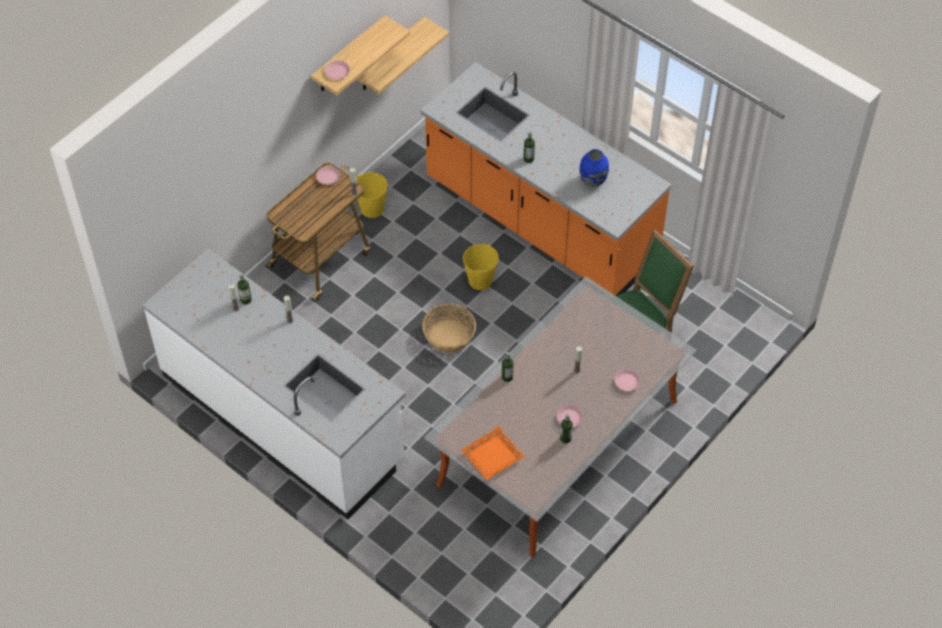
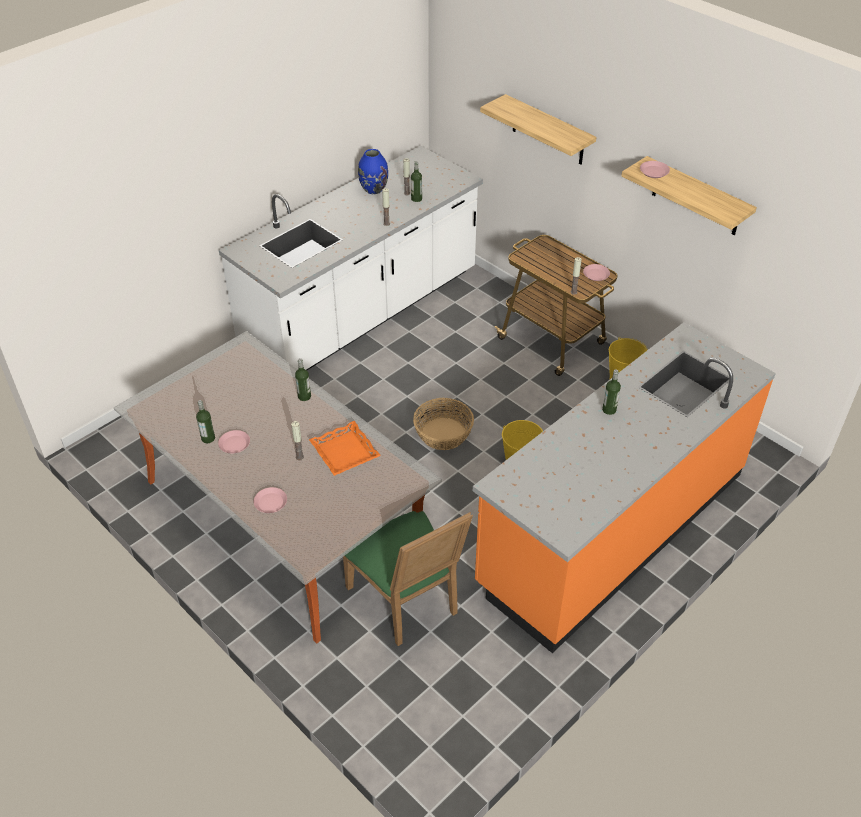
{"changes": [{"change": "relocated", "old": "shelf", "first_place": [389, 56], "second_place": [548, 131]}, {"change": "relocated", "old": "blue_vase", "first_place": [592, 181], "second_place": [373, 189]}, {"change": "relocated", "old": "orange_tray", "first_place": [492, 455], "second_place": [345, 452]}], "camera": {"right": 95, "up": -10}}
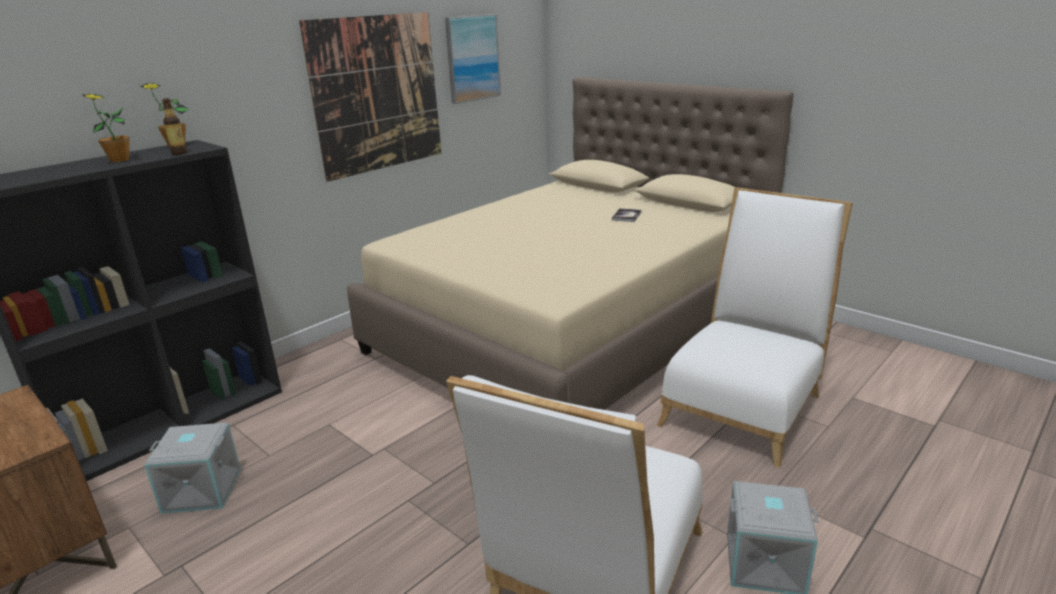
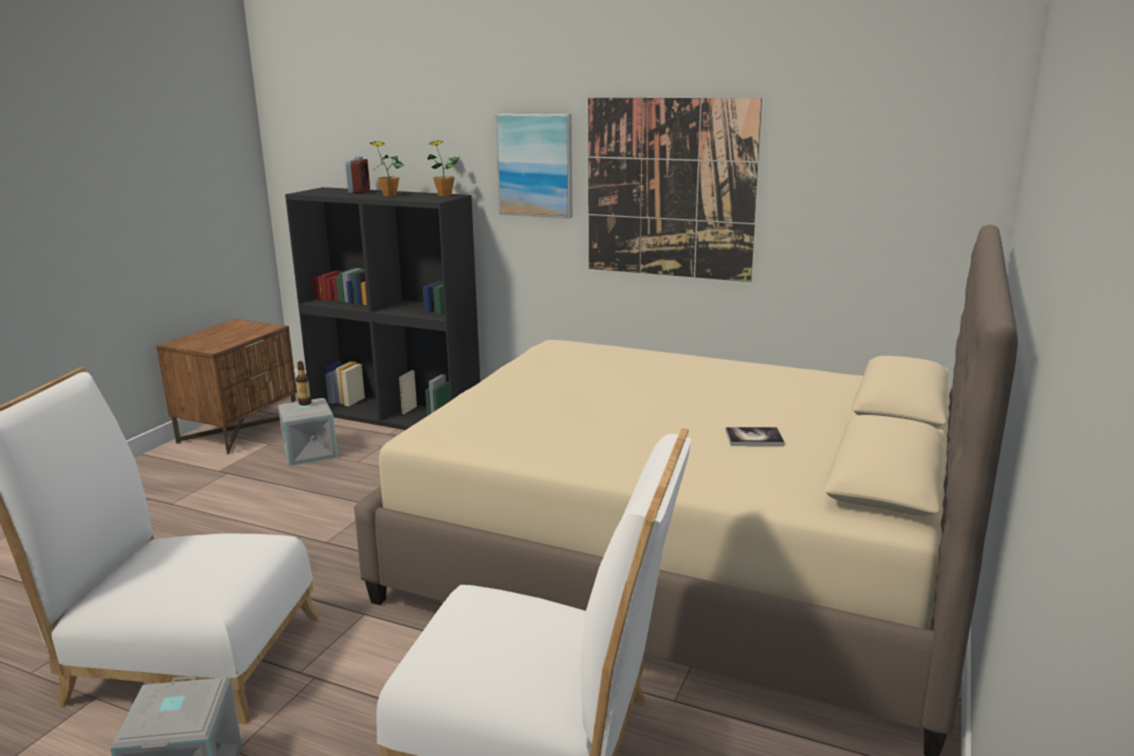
{"changes": [{"change": "relocated", "old": "picture", "first_place": [472, 58], "second_place": [535, 165]}, {"change": "relocated", "old": "bottle", "first_place": [179, 153], "second_place": [305, 403]}, {"change": "appeared", "new": "alarm_clock", "second_place": [359, 192]}], "camera": {"right": 70, "up": -5}}
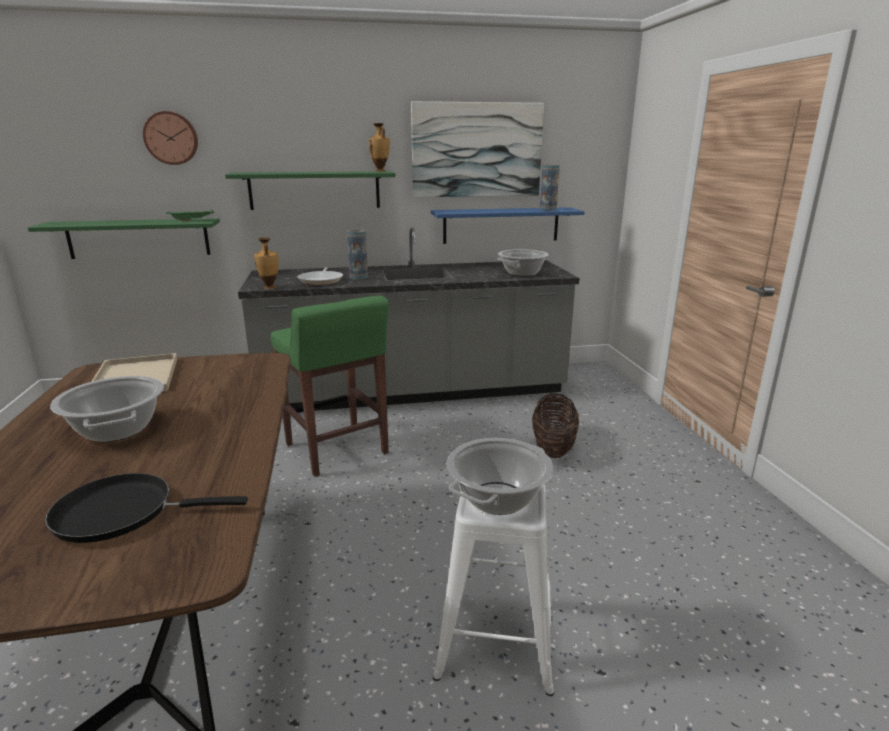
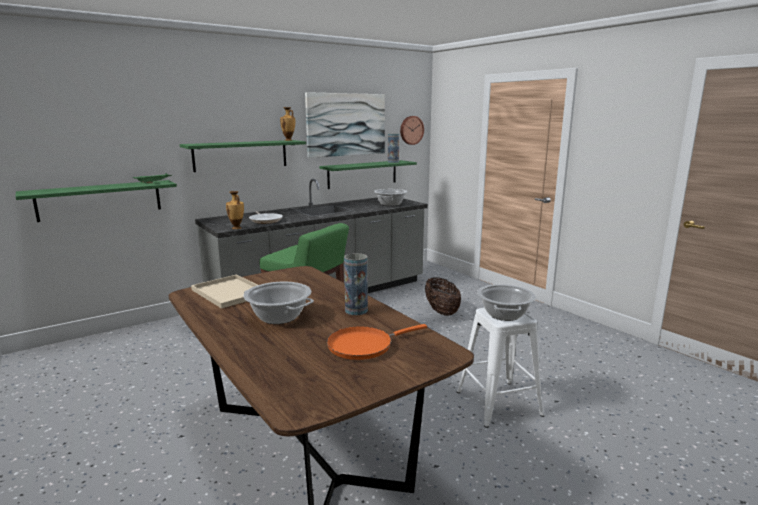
{"changes": [{"change": "relocated", "old": "wall_clock", "first_place": [171, 138], "second_place": [411, 130]}, {"change": "colour", "old": "blue_shelf", "new": "green_shelf", "first_place": [501, 225], "second_place": [362, 174]}, {"change": "relocated", "old": "vase", "first_place": [358, 277], "second_place": [356, 310]}, {"change": "colour", "old": "black_frying_pan", "new": "orange_frying_pan", "first_place": [122, 512], "second_place": [364, 345]}], "camera": {"right": -25, "up": -5}}
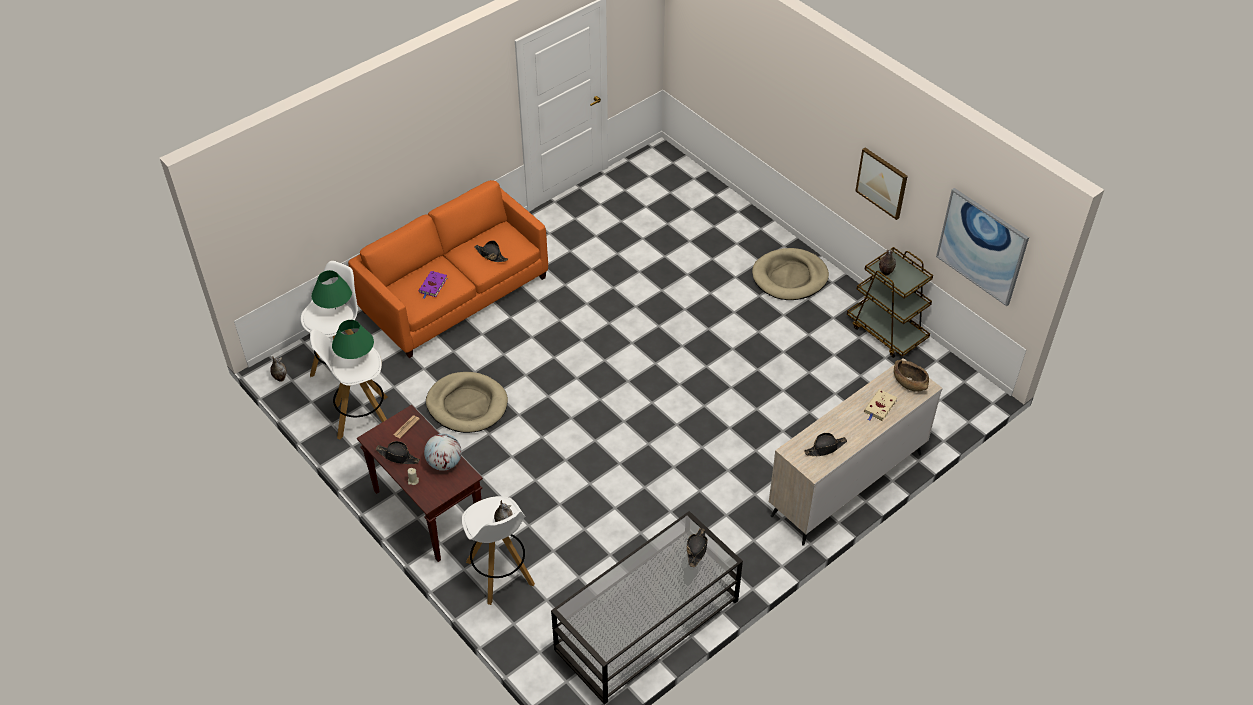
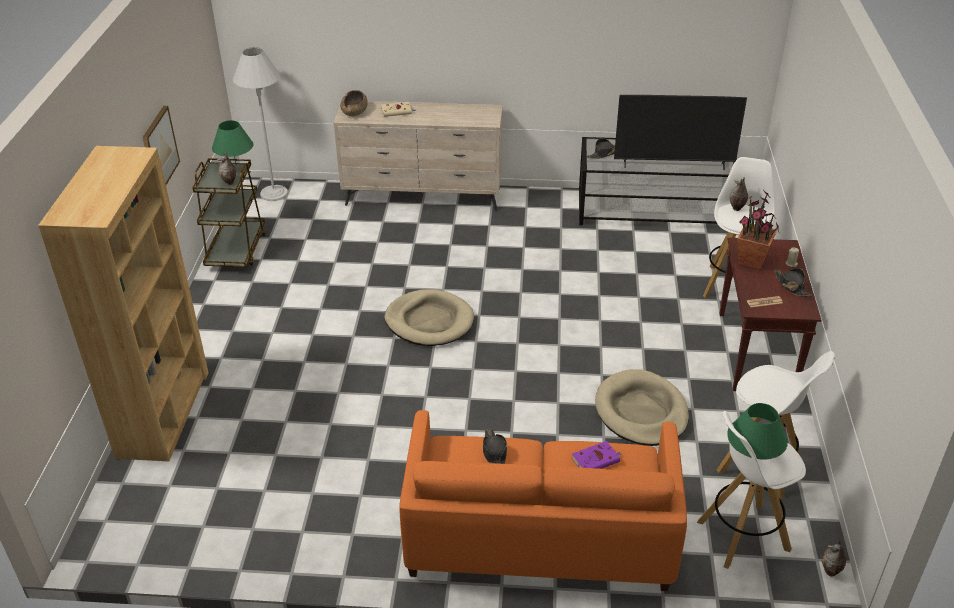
{"changes": [{"change": "missing", "old": "picture", "first_place": [982, 246]}, {"change": "relocated", "old": "beige_dog_bed", "first_place": [790, 277], "second_place": [429, 321]}, {"change": "relocated", "old": "green_table_lamp", "first_place": [356, 358], "second_place": [236, 165]}, {"change": "exchanged", "old": "globe", "new": "potted_plant", "first_place": [444, 463], "second_place": [752, 261]}, {"change": "missing", "old": "black_hat", "first_place": [825, 448]}, {"change": "appeared", "new": "white_floor_lamp", "second_place": [274, 193]}, {"change": "appeared", "new": "television", "second_place": [673, 165]}, {"change": "appeared", "new": "brown_bookcase", "second_place": [164, 413]}], "camera": {"right": -135, "up": -10}}
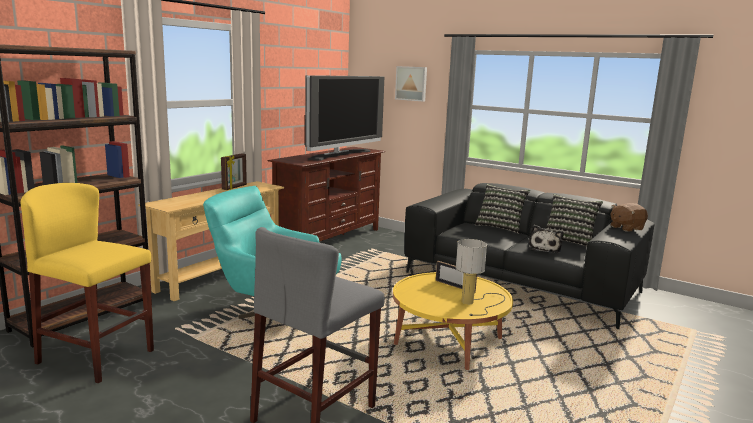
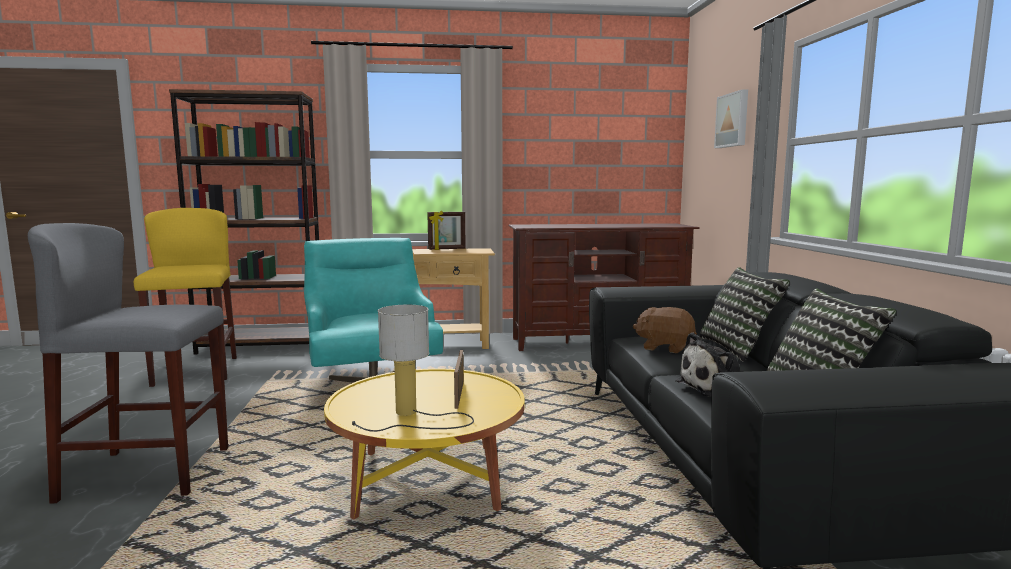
{"changes": [{"change": "missing", "old": "television", "first_place": [341, 155]}, {"change": "relocated", "old": "brown_plush_toy", "first_place": [626, 228], "second_place": [664, 347]}], "camera": {"right": 50, "up": -5}}
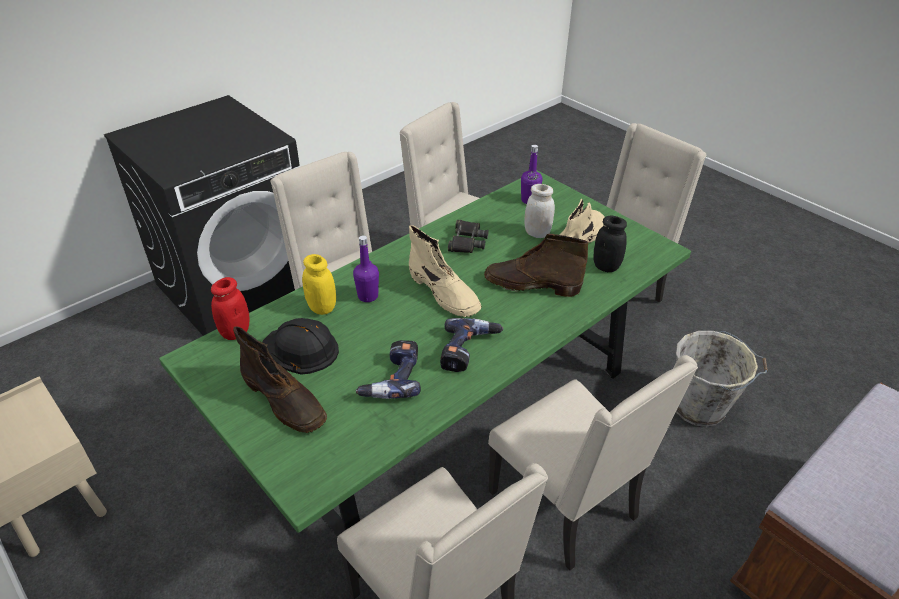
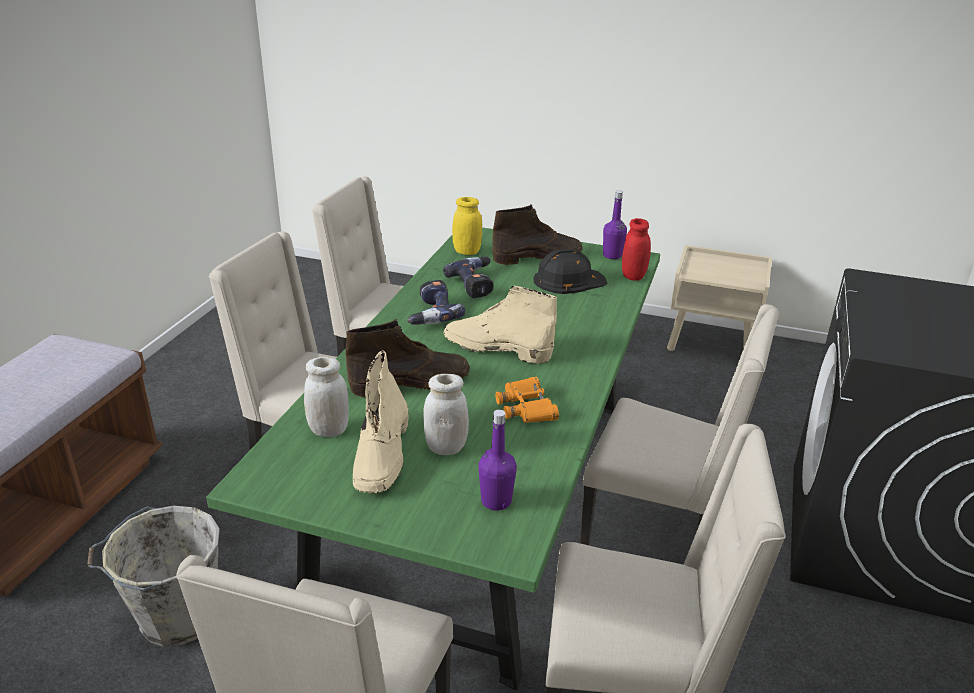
{"changes": [{"change": "colour", "old": "black_jar", "new": "white_jar", "first_place": [606, 266], "second_place": [329, 430]}, {"change": "colour", "old": "black_binoculars", "new": "orange_binoculars", "first_place": [467, 241], "second_place": [526, 407]}, {"change": "relocated", "old": "purple_bottle", "first_place": [368, 296], "second_place": [612, 255]}, {"change": "relocated", "old": "yellow_jar", "first_place": [322, 308], "second_place": [467, 252]}, {"change": "spun", "old": "brown_boot", "first_place": [285, 401], "second_place": [538, 257], "degrees": 150}], "camera": {"right": 150, "up": -10}}
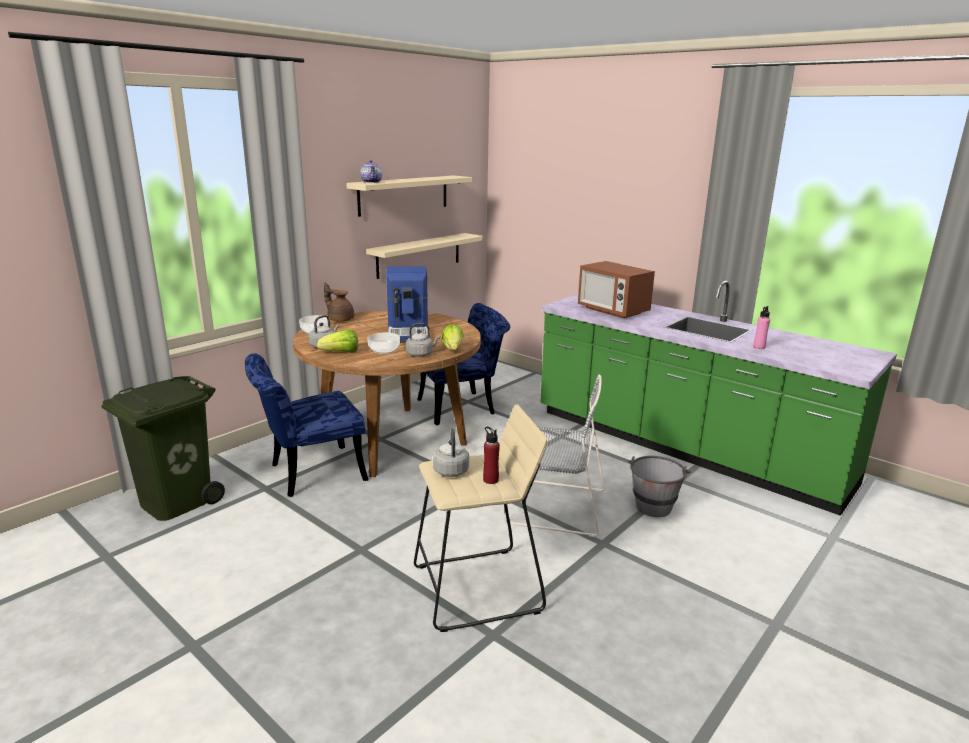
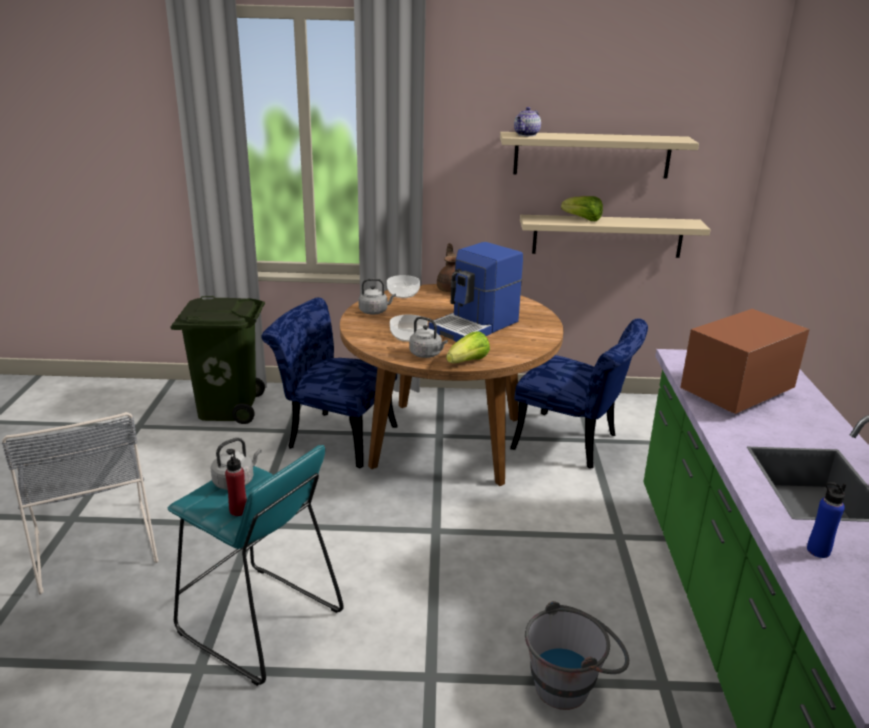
{"changes": [{"change": "spun", "old": "microwave", "first_place": [612, 311], "second_place": [735, 393], "degrees": 45}, {"change": "colour", "old": "pink_bottle", "new": "blue_bottle", "first_place": [759, 347], "second_place": [818, 550]}, {"change": "relocated", "old": "lettuce", "first_place": [341, 353], "second_place": [582, 219]}, {"change": "relocated", "old": "grey_chair", "first_place": [552, 506], "second_place": [94, 543]}, {"change": "colour", "old": "beige_stool", "new": "turquoise_stool", "first_place": [477, 589], "second_place": [259, 623]}], "camera": {"right": 50, "up": 5}}
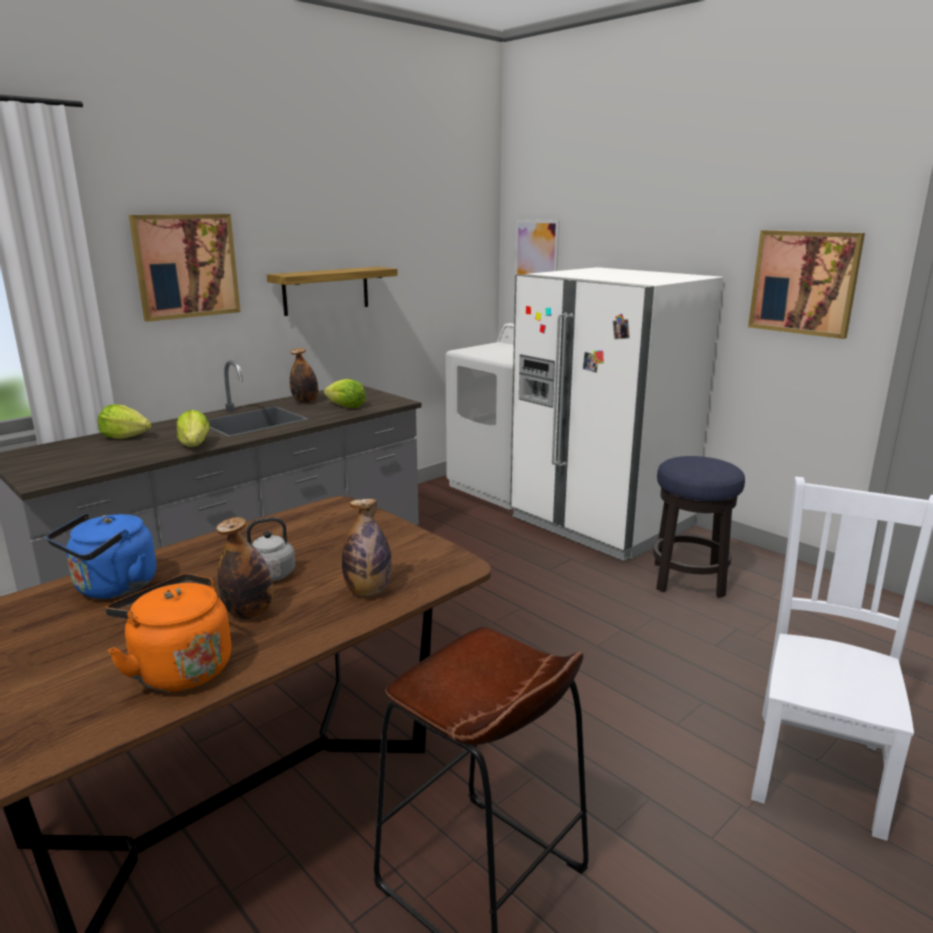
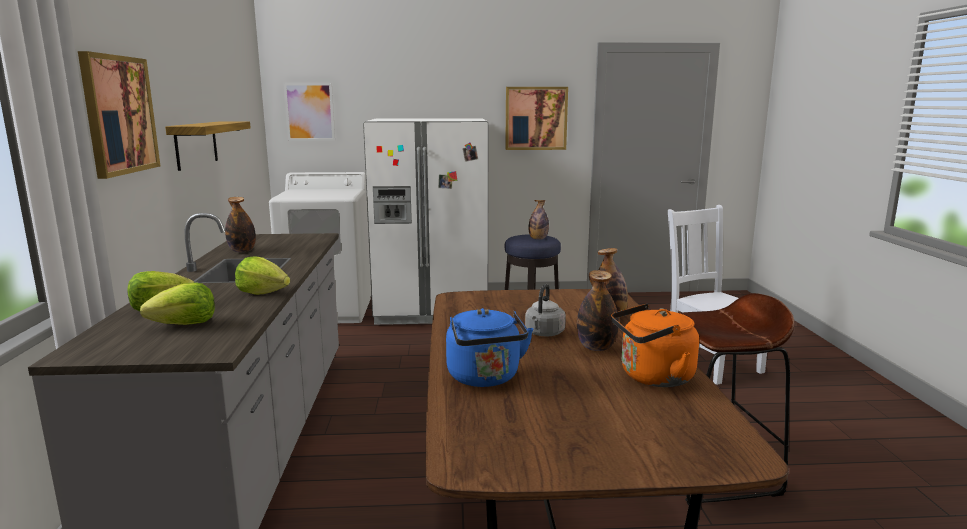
{"changes": [{"change": "relocated", "old": "lettuce", "first_place": [346, 407], "second_place": [185, 324]}, {"change": "appeared", "new": "bottle", "second_place": [538, 239]}], "camera": {"right": -50, "up": -5}}
